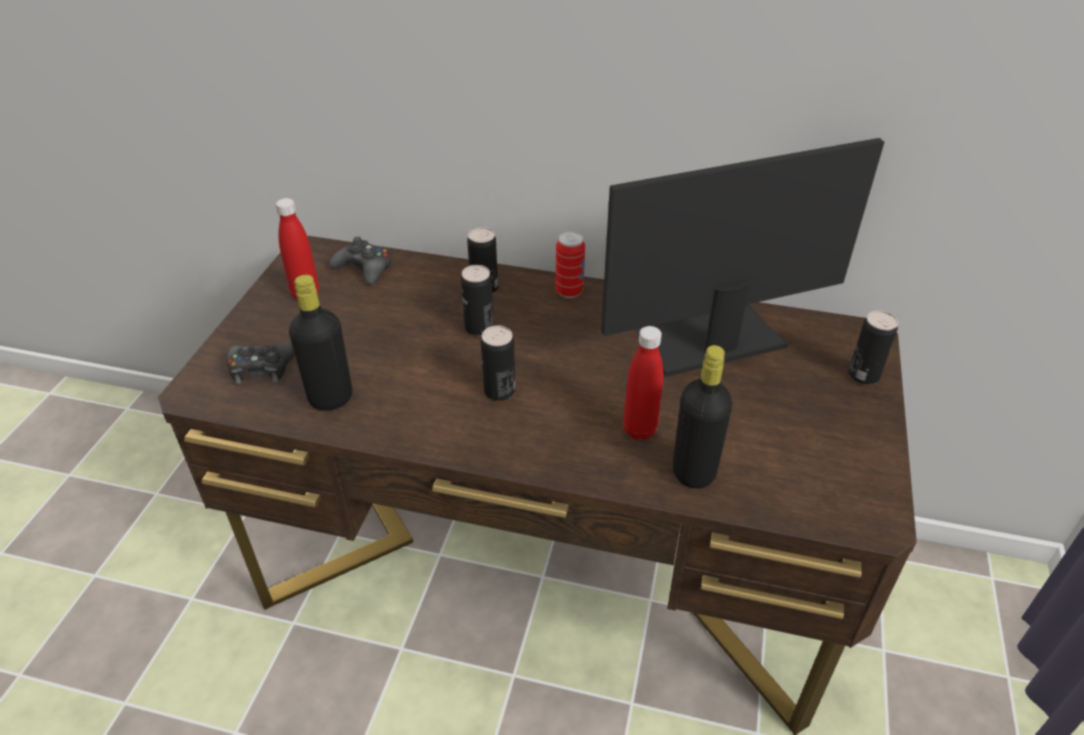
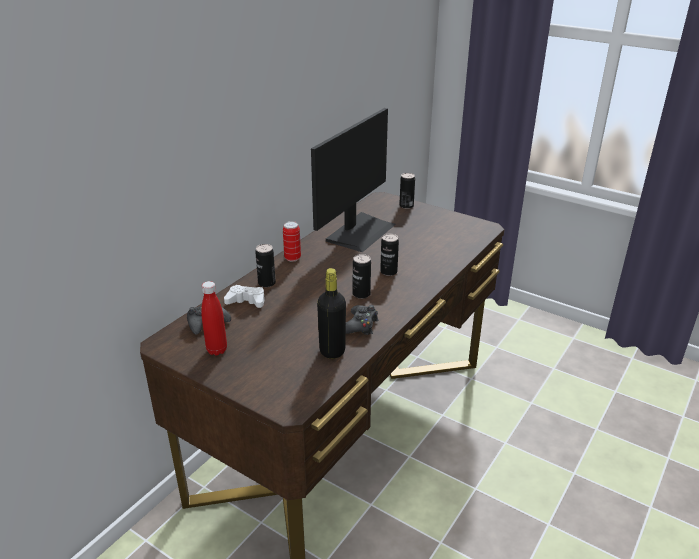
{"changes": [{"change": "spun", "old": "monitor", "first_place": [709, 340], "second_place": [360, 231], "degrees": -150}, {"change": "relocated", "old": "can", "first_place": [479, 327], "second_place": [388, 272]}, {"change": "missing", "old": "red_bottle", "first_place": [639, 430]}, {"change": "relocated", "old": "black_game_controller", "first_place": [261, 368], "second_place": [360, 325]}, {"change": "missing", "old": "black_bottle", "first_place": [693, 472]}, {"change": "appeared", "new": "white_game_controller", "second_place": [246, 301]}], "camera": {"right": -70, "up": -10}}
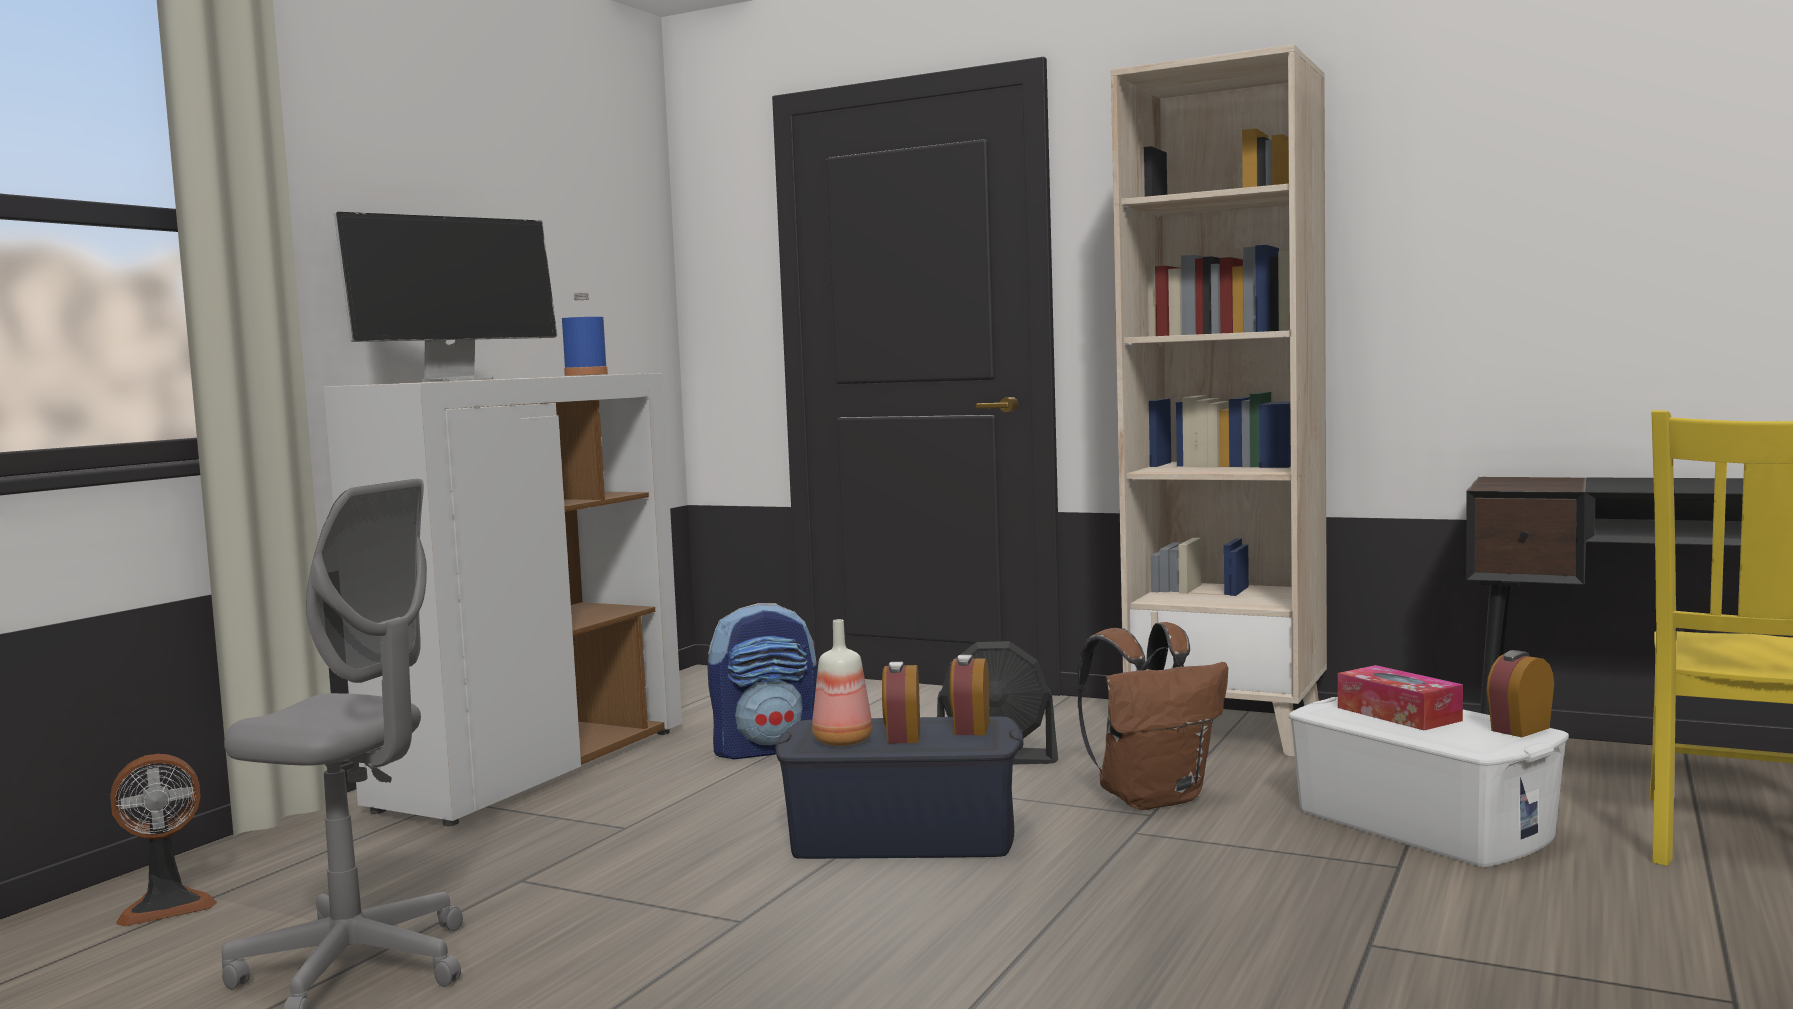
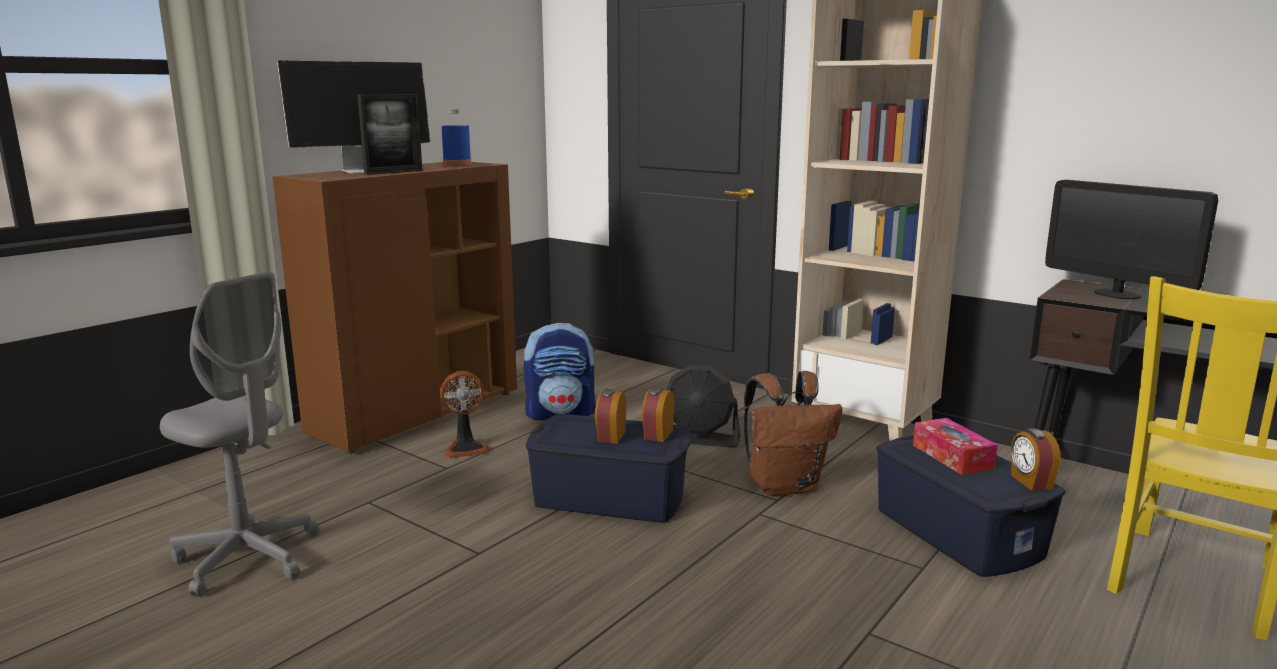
{"changes": [{"change": "colour", "old": "white_cabinet", "new": "brown_cabinet", "first_place": [534, 768], "second_place": [417, 413]}, {"change": "missing", "old": "bottle", "first_place": [840, 741]}, {"change": "spun", "old": "alarm_clock", "first_place": [1519, 729], "second_place": [1030, 482], "degrees": -75}, {"change": "colour", "old": "white_storage_box", "new": "blue_storage_box", "first_place": [1423, 823], "second_place": [958, 532]}, {"change": "relocated", "old": "fan", "first_place": [167, 906], "second_place": [466, 448]}, {"change": "appeared", "new": "picture_frame", "second_place": [394, 172]}, {"change": "appeared", "new": "monitor", "second_place": [1117, 294]}], "camera": {"right": 10, "up": 10}}
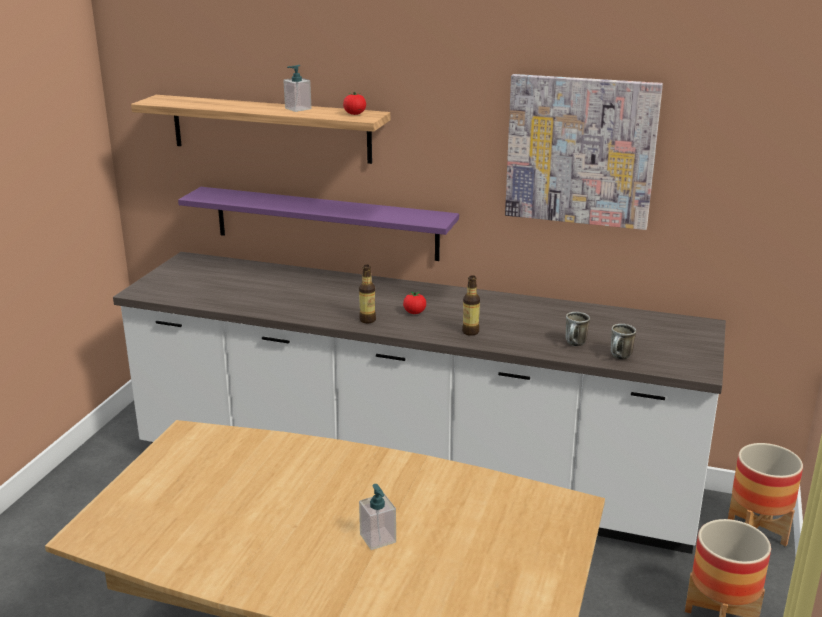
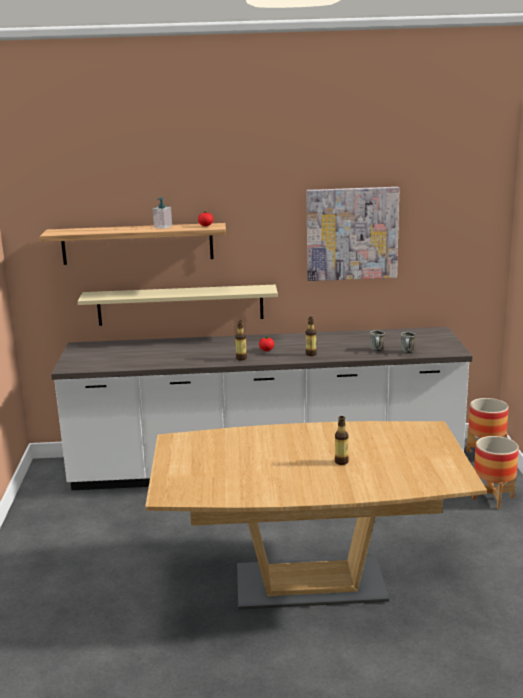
{"changes": [{"change": "colour", "old": "purple_shelf", "new": "beige_shelf", "first_place": [325, 223], "second_place": [180, 305]}, {"change": "exchanged", "old": "soap_dispenser", "new": "bottle", "first_place": [378, 538], "second_place": [341, 462]}], "camera": {"right": -20, "up": -5}}
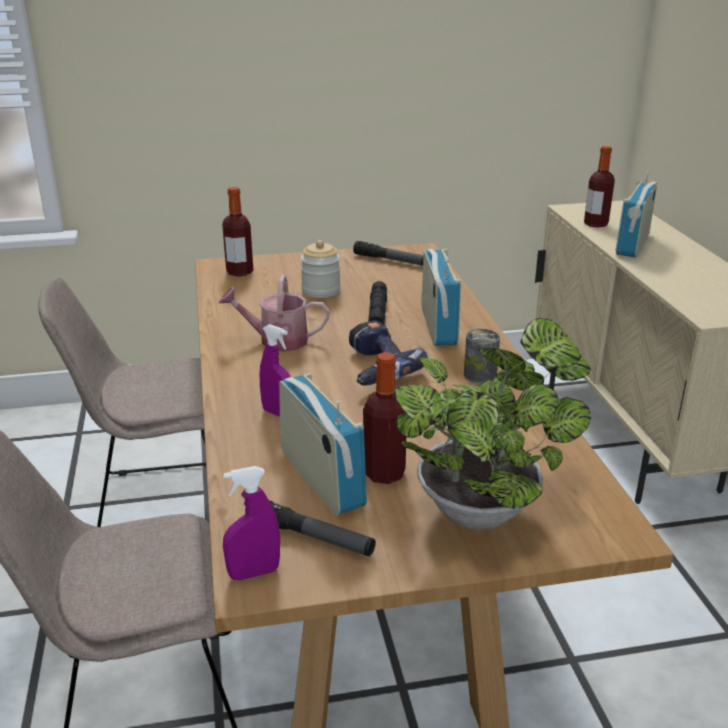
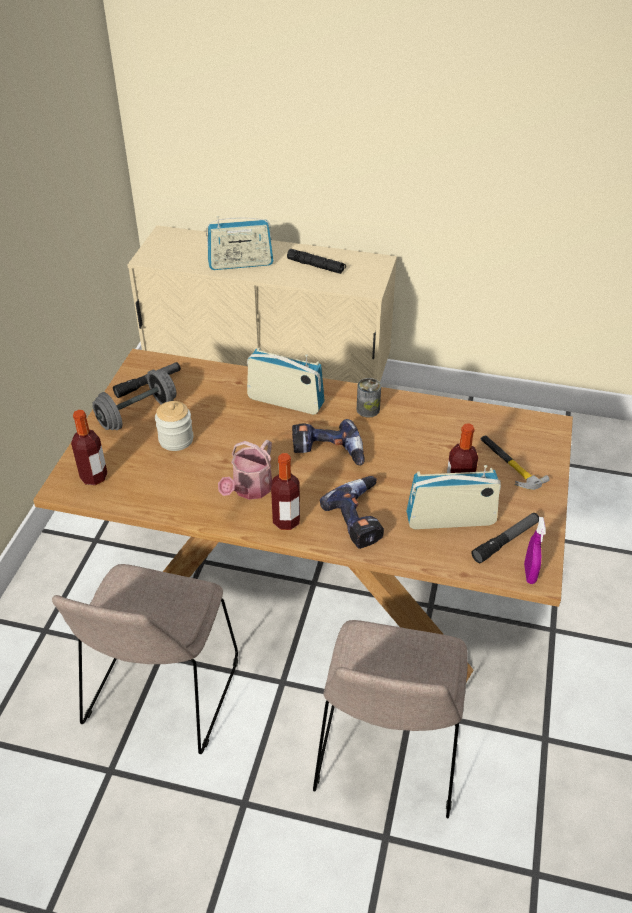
{"changes": [{"change": "relocated", "old": "bottle", "first_place": [596, 224], "second_place": [286, 521]}, {"change": "spun", "old": "radio", "first_place": [632, 244], "second_place": [240, 264], "degrees": -60}, {"change": "relocated", "old": "black_flashlight", "first_place": [377, 313], "second_place": [316, 266]}, {"change": "exchanged", "old": "potted_plant", "new": "hammer", "first_place": [483, 507], "second_place": [509, 463]}, {"change": "exchanged", "old": "purple_spray_bottle", "new": "power_drill", "first_place": [278, 413], "second_place": [361, 518]}, {"change": "appeared", "new": "grey_dumbbell", "second_place": [137, 414]}], "camera": {"right": -65, "up": 15}}
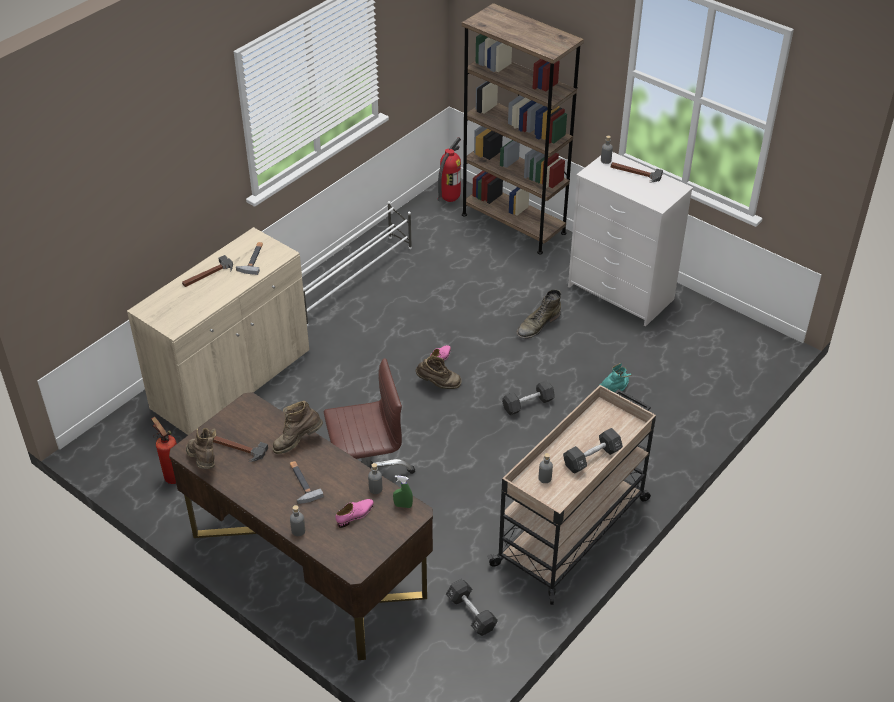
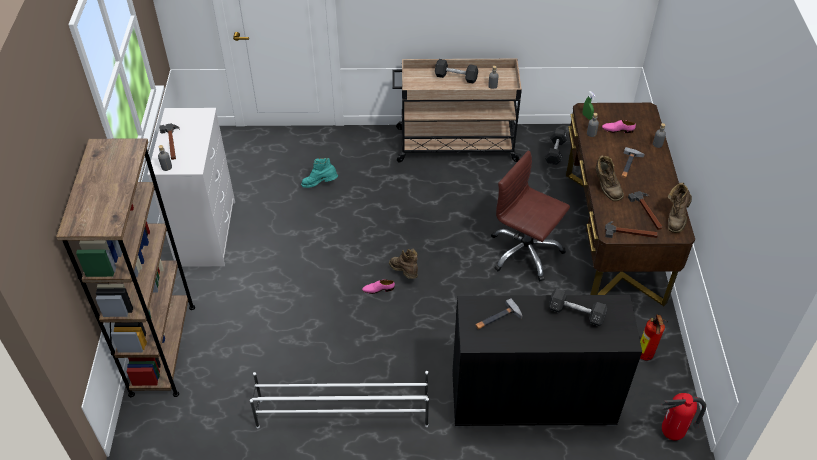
{"changes": [{"change": "relocated", "old": "fire_extinguisher", "first_place": [449, 199], "second_place": [671, 434]}, {"change": "colour", "old": "beige_cabinet", "new": "black_cabinet", "first_place": [232, 380], "second_place": [532, 398]}, {"change": "relocated", "old": "hammer", "first_place": [208, 275], "second_place": [630, 233]}, {"change": "missing", "old": "green_boot", "first_place": [537, 325]}, {"change": "relocated", "old": "black_dumbbell", "first_place": [528, 404], "second_place": [576, 313]}, {"change": "spun", "old": "brown_boot", "first_place": [297, 442], "second_place": [606, 188], "degrees": 45}], "camera": {"right": -130, "up": 5}}
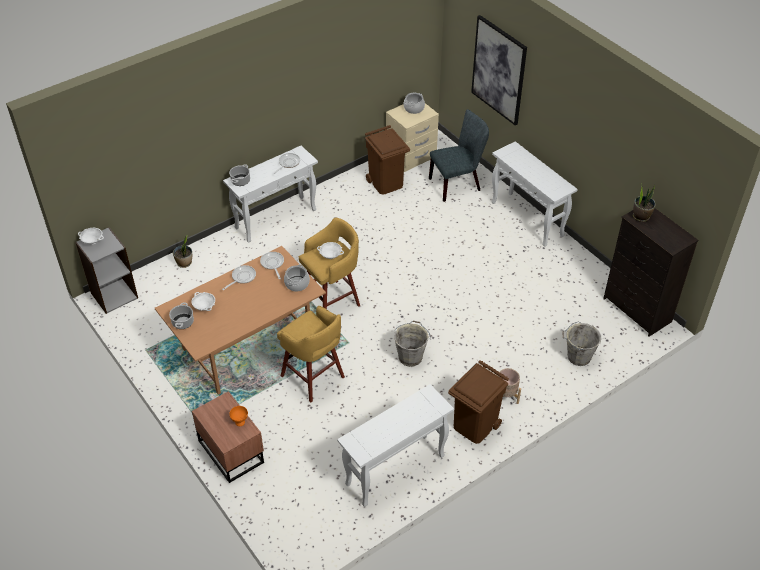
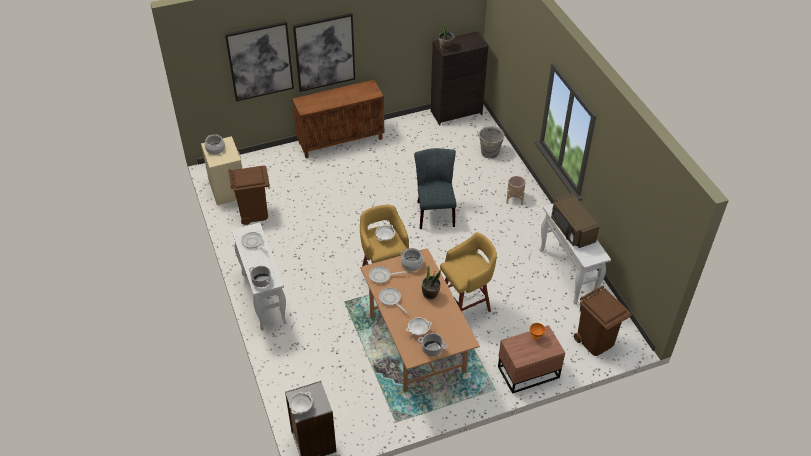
{"changes": [{"change": "relocated", "old": "grey_chair", "first_place": [458, 184], "second_place": [434, 211]}, {"change": "exchanged", "old": "white_console_table", "new": "brown_cabinet", "first_place": [527, 219], "second_place": [341, 140]}, {"change": "relocated", "old": "potted_plant", "first_place": [184, 263], "second_place": [430, 294]}, {"change": "missing", "old": "grey_bucket", "first_place": [410, 356]}, {"change": "relocated", "old": "brown_trash_can", "first_place": [475, 426], "second_place": [595, 341]}, {"change": "appeared", "new": "picture", "second_place": [324, 52]}, {"change": "appeared", "new": "brown_microwave", "second_place": [572, 230]}], "camera": {"right": -75, "up": 0}}
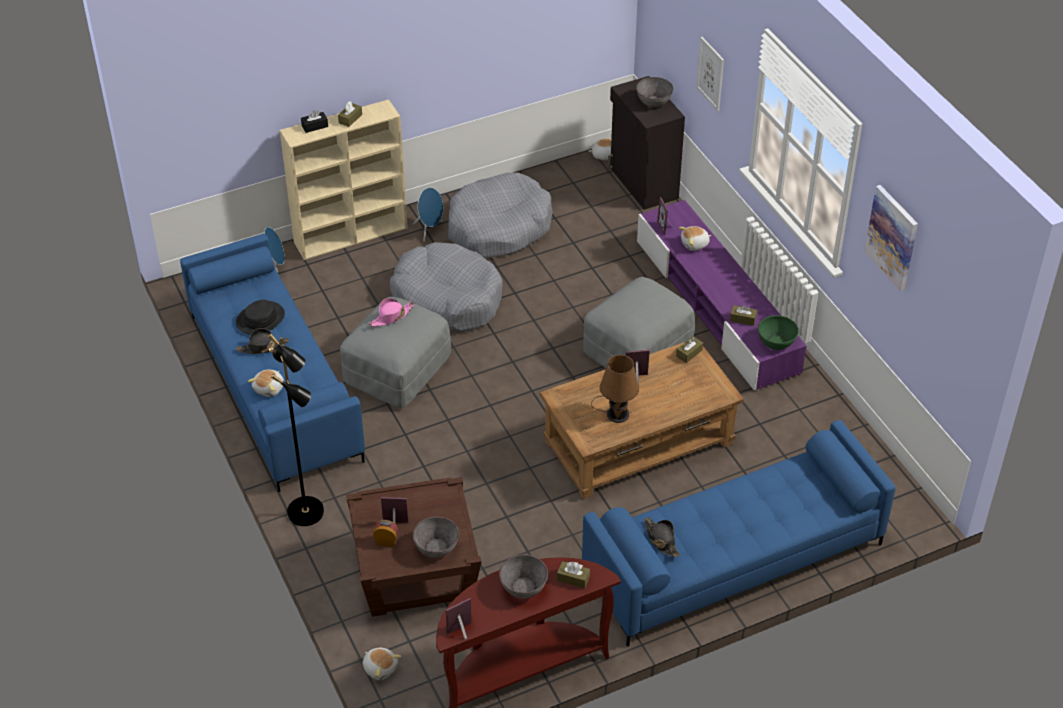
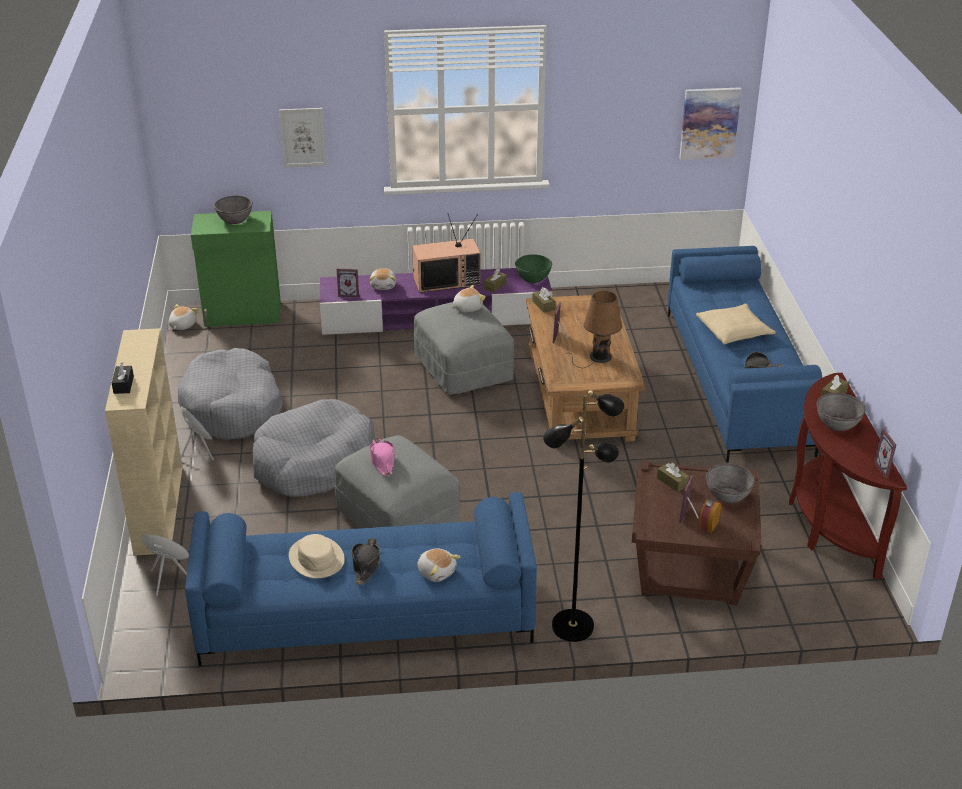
{"changes": [{"change": "colour", "old": "black_cabinet", "new": "green_cabinet", "first_place": [643, 183], "second_place": [243, 314]}, {"change": "relocated", "old": "brown_tissue_box", "first_place": [350, 119], "second_place": [672, 482]}, {"change": "relocated", "old": "picture", "first_place": [892, 237], "second_place": [709, 123]}, {"change": "colour", "old": "black_hat", "new": "beige_hat", "first_place": [260, 319], "second_place": [316, 558]}, {"change": "relocated", "old": "plush_toy", "first_place": [380, 668], "second_place": [467, 307]}, {"change": "appeared", "new": "television", "second_place": [447, 281]}, {"change": "appeared", "new": "beige_pillow", "second_place": [734, 331]}], "camera": {"right": -70, "up": -10}}
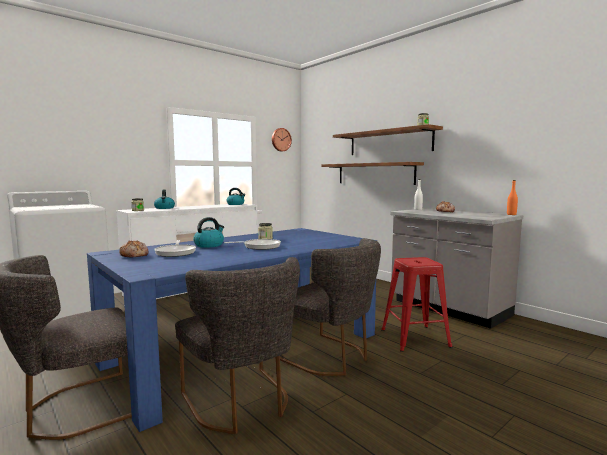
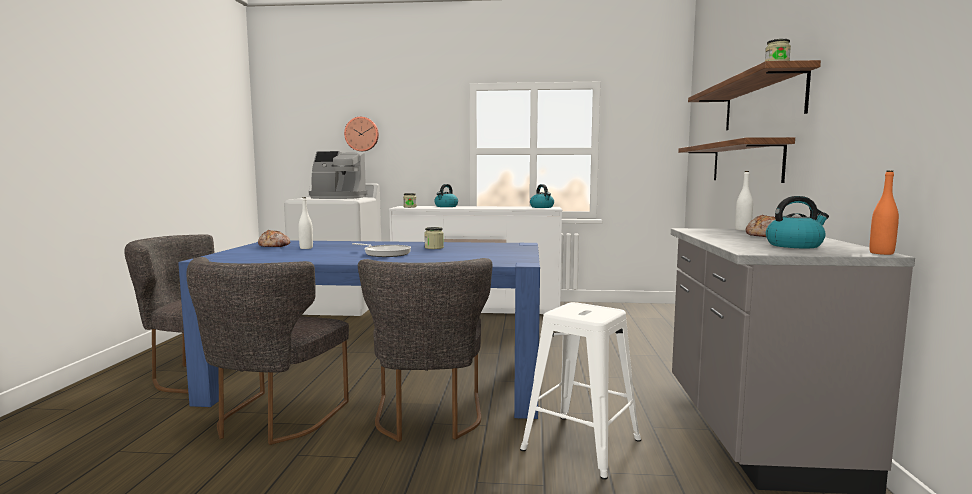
{"changes": [{"change": "relocated", "old": "wall_clock", "first_place": [280, 139], "second_place": [362, 134]}, {"change": "relocated", "old": "kettle", "first_place": [209, 245], "second_place": [795, 245]}, {"change": "exchanged", "old": "frying_pan", "new": "white_bottle", "first_place": [176, 252], "second_place": [306, 248]}, {"change": "colour", "old": "red_stool", "new": "white_stool", "first_place": [413, 337], "second_place": [581, 443]}, {"change": "appeared", "new": "coffee_machine", "second_place": [337, 198]}], "camera": {"right": 45, "up": 0}}
